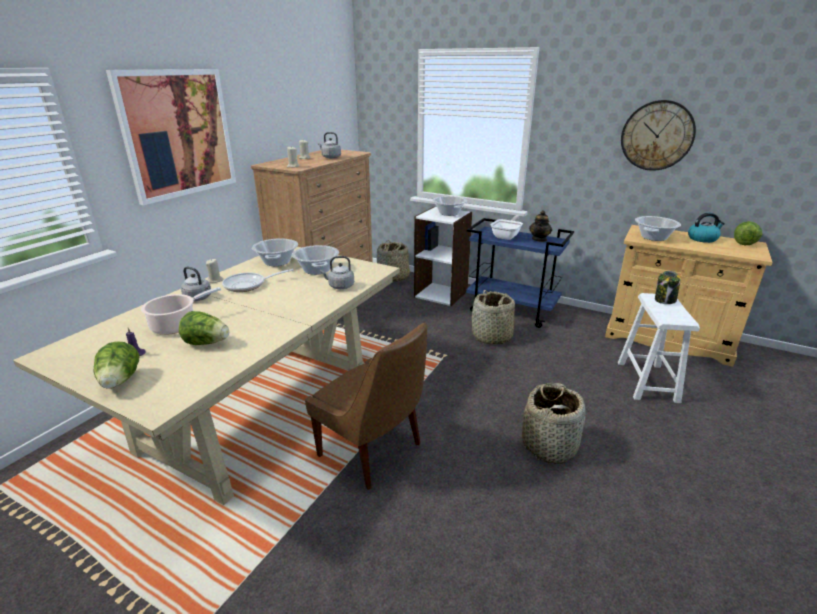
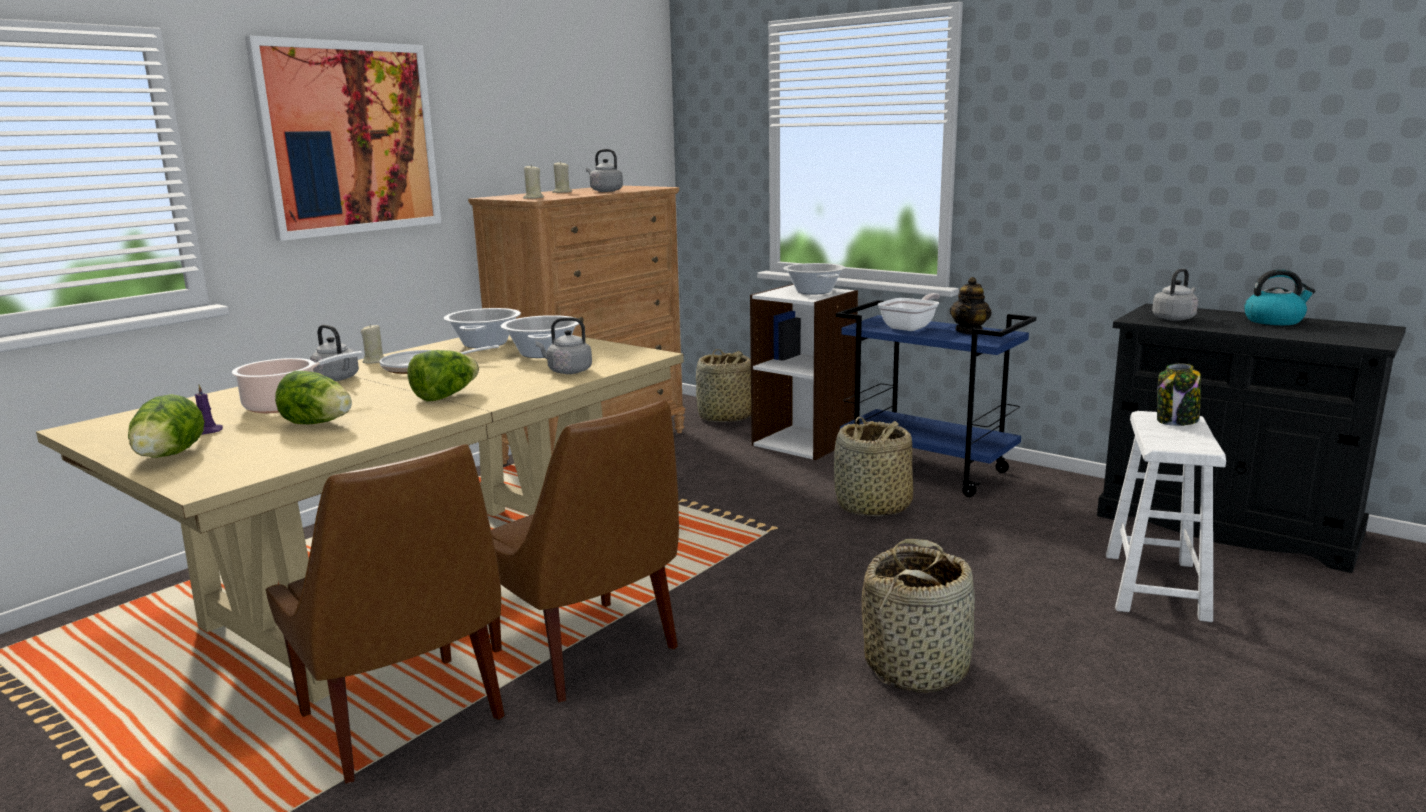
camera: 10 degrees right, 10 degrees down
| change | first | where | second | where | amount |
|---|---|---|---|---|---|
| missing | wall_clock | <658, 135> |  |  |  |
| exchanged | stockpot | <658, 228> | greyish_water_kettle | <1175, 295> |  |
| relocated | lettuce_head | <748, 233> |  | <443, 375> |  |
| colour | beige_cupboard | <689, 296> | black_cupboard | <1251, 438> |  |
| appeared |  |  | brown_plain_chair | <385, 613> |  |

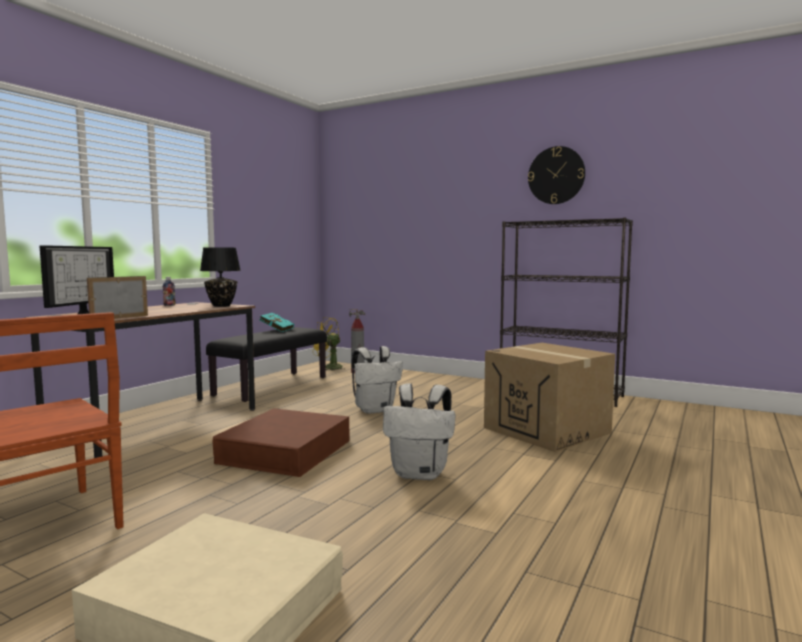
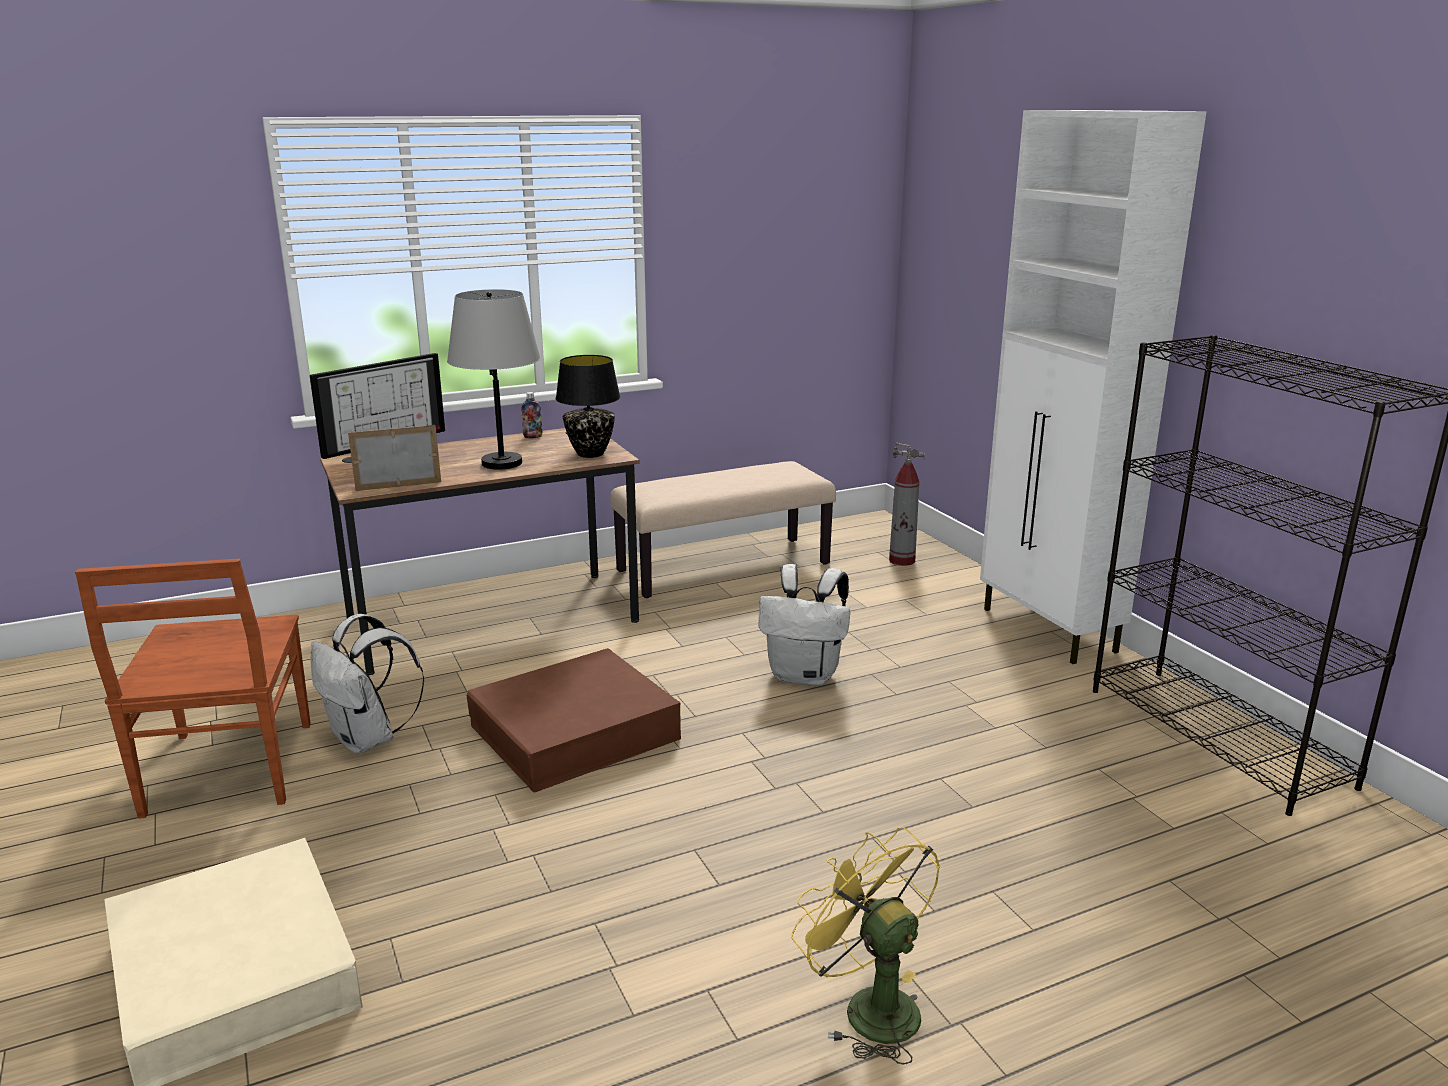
camera: 35 degrees right, 15 degrees up
| change | first | where | second | where | amount |
|---|---|---|---|---|---|
| missing | wall_clock | <556, 175> |  |  |  |
| missing | turquoise_bound_book | <277, 322> |  |  |  |
| relocated | yellow_cooling_fan | <328, 343> |  | <865, 945> |  |
| colour | black_indoor_bench | <266, 364> | beige_indoor_bench | <723, 529> |  |
| missing | cardboard_box | <549, 397> |  |  |  |
| relocated | white-coloured_knapsack | <419, 431> |  | <367, 684> |  |
| appeared |  |  | white-coloured_cupboard | <1093, 387> |  |
| appeared |  |  | greyish_table_lamp | <493, 379> |  |

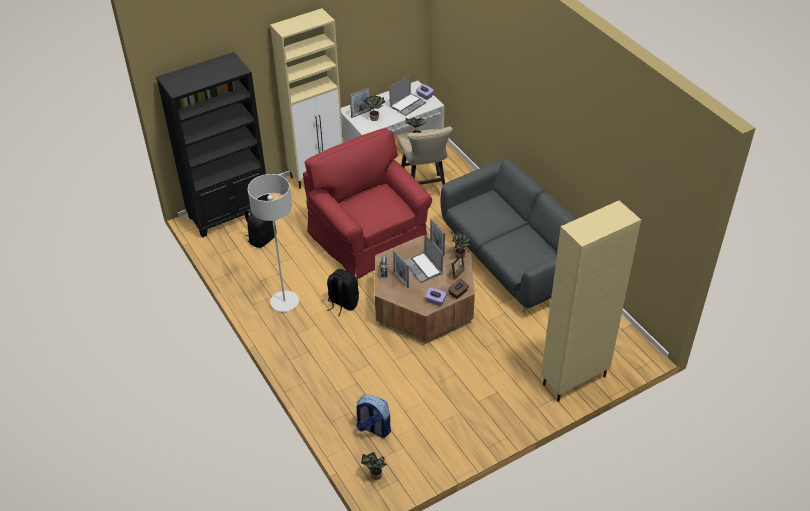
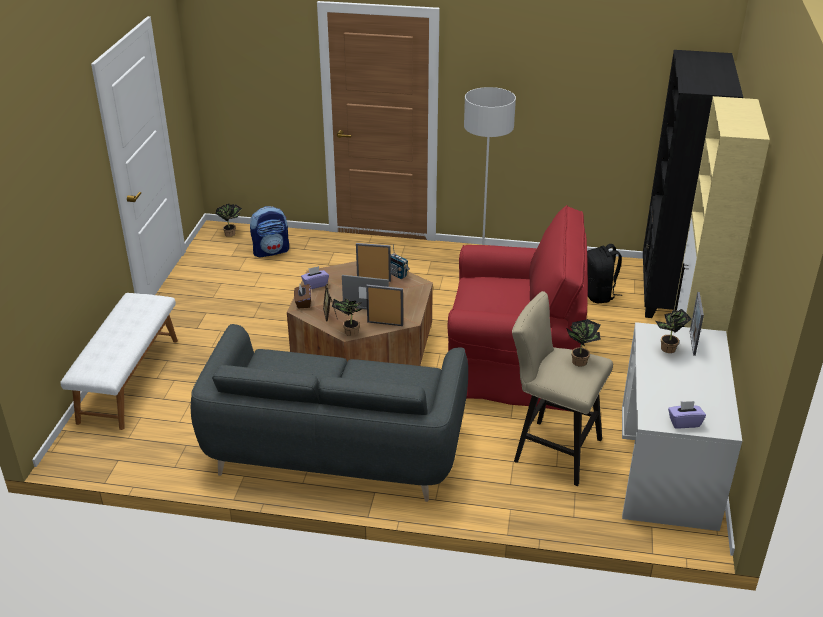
camera: 130 degrees right, 10 degrees down
| change | first | where | second | where | amount |
|---|---|---|---|---|---|
| missing | notebook_computer | <407, 95> |  |  |  |
| exchanged | beige_cupboard | <591, 301> | white-coloured_indoor_bench | <119, 361> |  |
| missing | black_knapsack | <343, 293> |  |  |  |

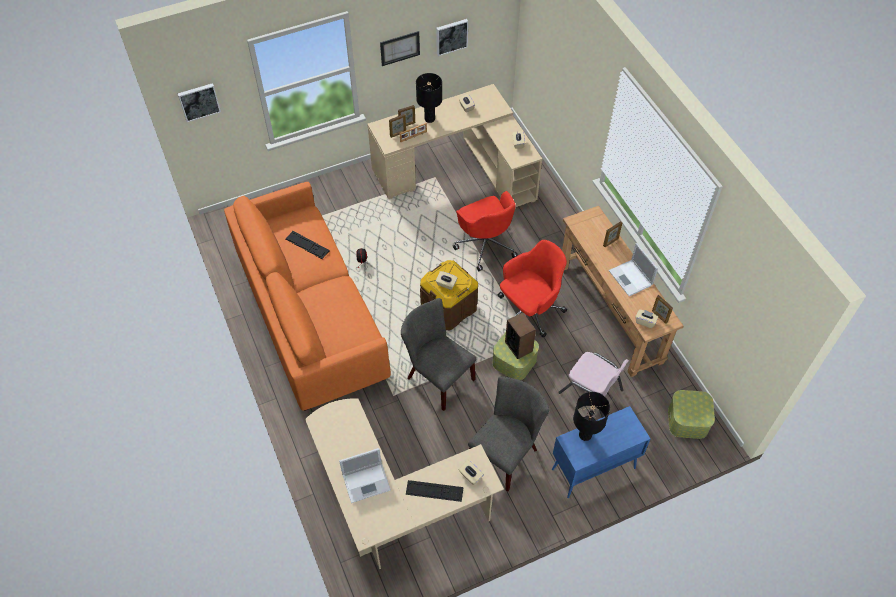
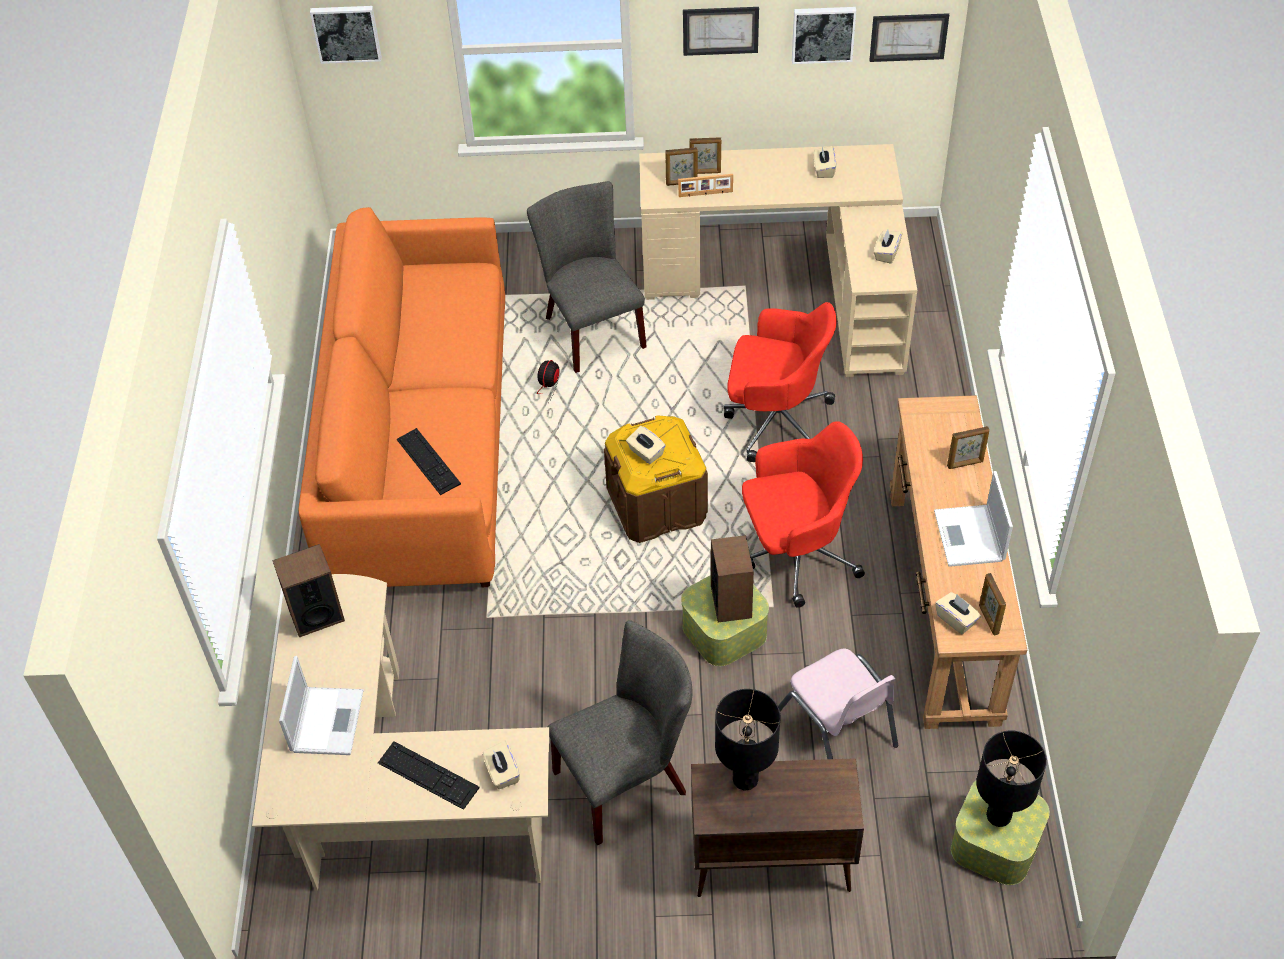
camera: 25 degrees right, 5 degrees down
| change | first | where | second | where | amount |
|---|---|---|---|---|---|
| relocated | black_table_lamp | <429, 98> |  | <1011, 779> |  |
| spun | red-coloured_office_chair | <485, 231> |  | <780, 382> | 75 degrees counterclockwise |
| relocated | PC_keyboard | <308, 245> |  | <428, 461> |  |
| relocated | greyish_plain_chair | <438, 354> |  | <587, 277> |  |
| colour | bluish_cupboard | <601, 452> | brown_cupboard | <777, 827> |  |
| spun | notebook_computer | <365, 475> |  | <321, 705> | 90 degrees counterclockwise |
| appeared |  |  | picture | <909, 37> |  |
| appeared |  |  | speaker | <308, 590> |  |

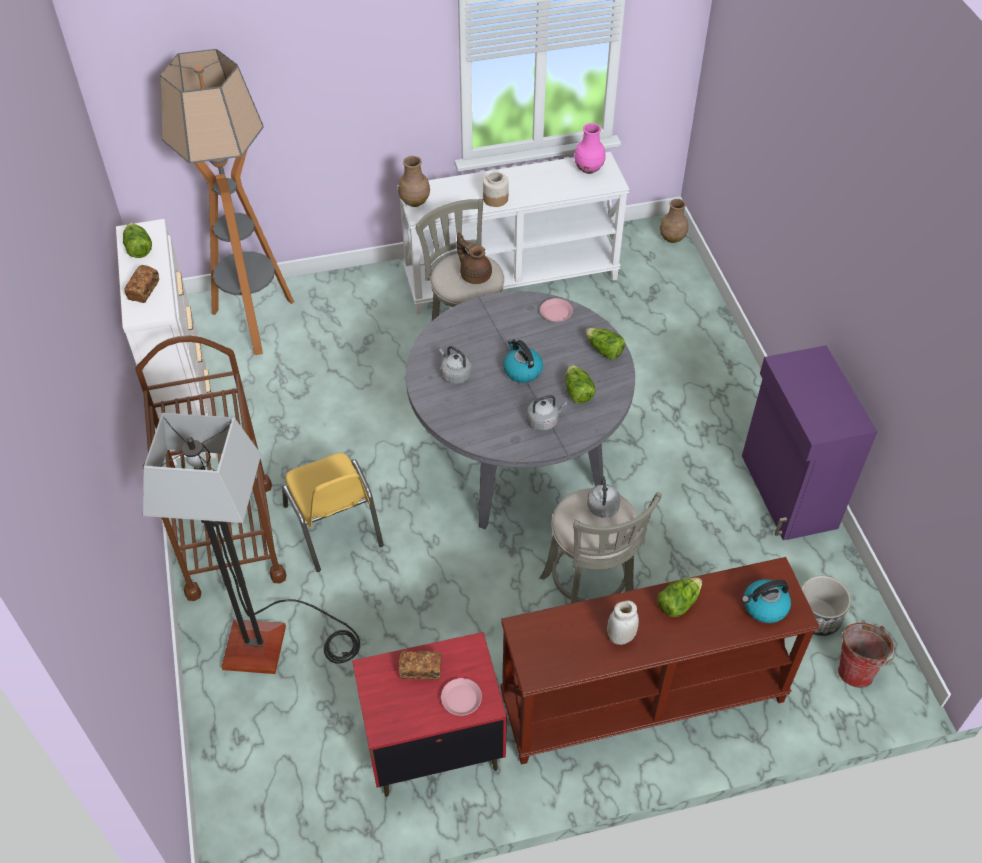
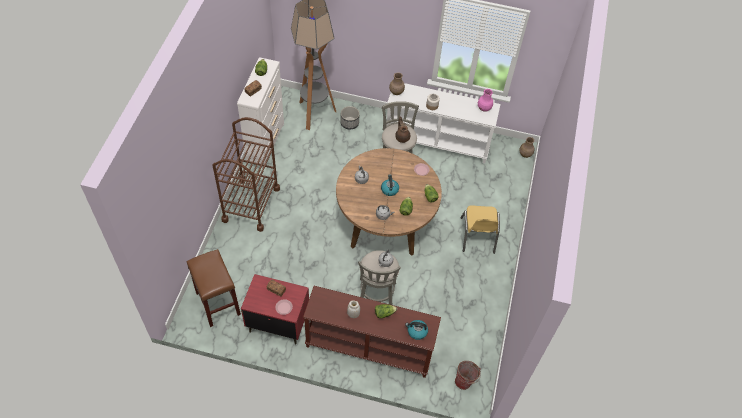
camera: 25 degrees right, 5 degrees up
| change | first | where | second | where | amount |
|---|---|---|---|---|---|
| colour | greyish_dinner_table | <520, 410> | brown_dinner_table | <389, 202> |  |
| missing | purplish_cupboard | <809, 442> |  |  |  |
| missing | standard_lamp | <251, 543> |  |  |  |
| relocated | yellow_plain_chair | <333, 512> |  | <480, 229> |  |
| relocated | planter | <826, 606> |  | <350, 118> |  |
| appeared |  |  | brown_stool | <214, 288> |  |

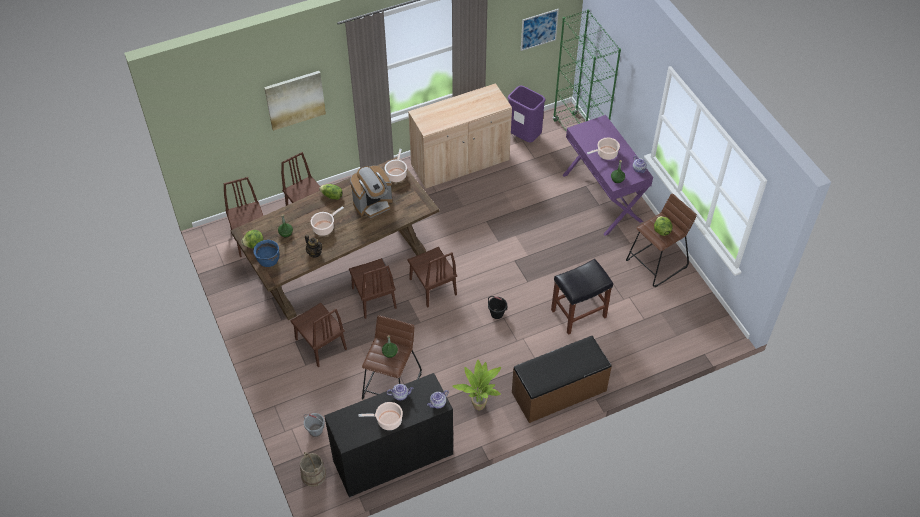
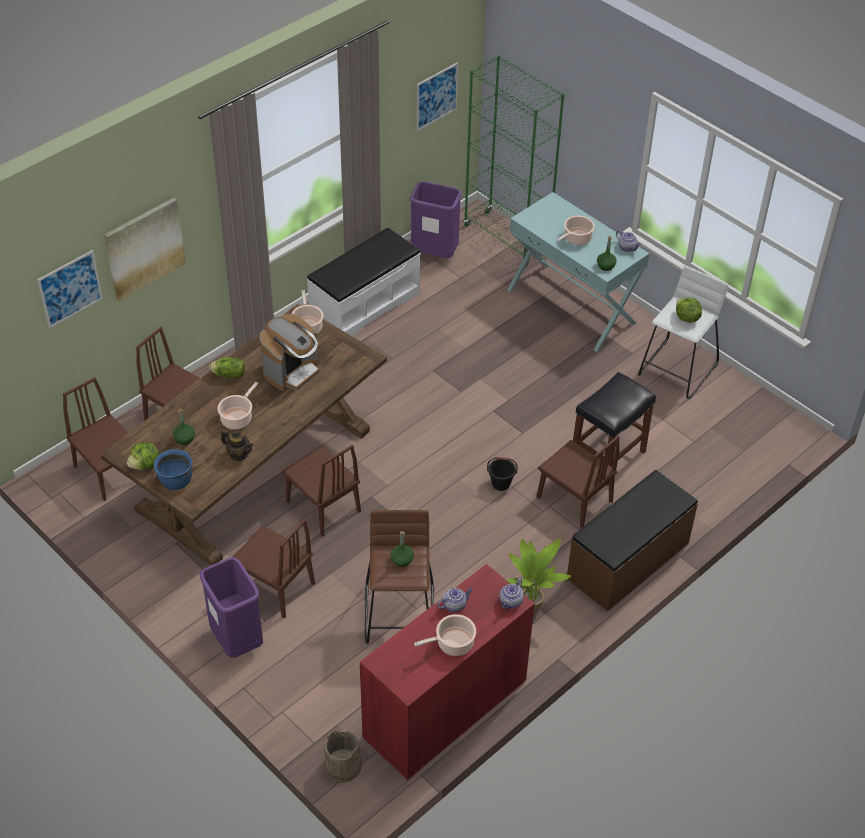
camera: 20 degrees left, 5 degrees down
| change | first | where | second | where | amount |
|---|---|---|---|---|---|
| exchanged | beige_cupboard | <460, 136> | white-coloured_indoor_bench | <364, 282> |  |
| colour | purplish_hall_table | <608, 175> | turquoise_hall_table | <578, 272> |  |
| colour | brown_stool | <661, 240> | white-coloured_stool | <683, 332> |  |
| relocated | brown_plain_chair | <432, 277> |  | <578, 482> |  |
| colour | black_cupboard | <388, 435> | red-coloured_cupboard | <447, 672> |  |
| missing | greyish_pail | <314, 425> |  |  |  |
| appeared |  |  | picture | <70, 289> |  |
| appeared |  |  | purplish_trash_can | <231, 607> |  |

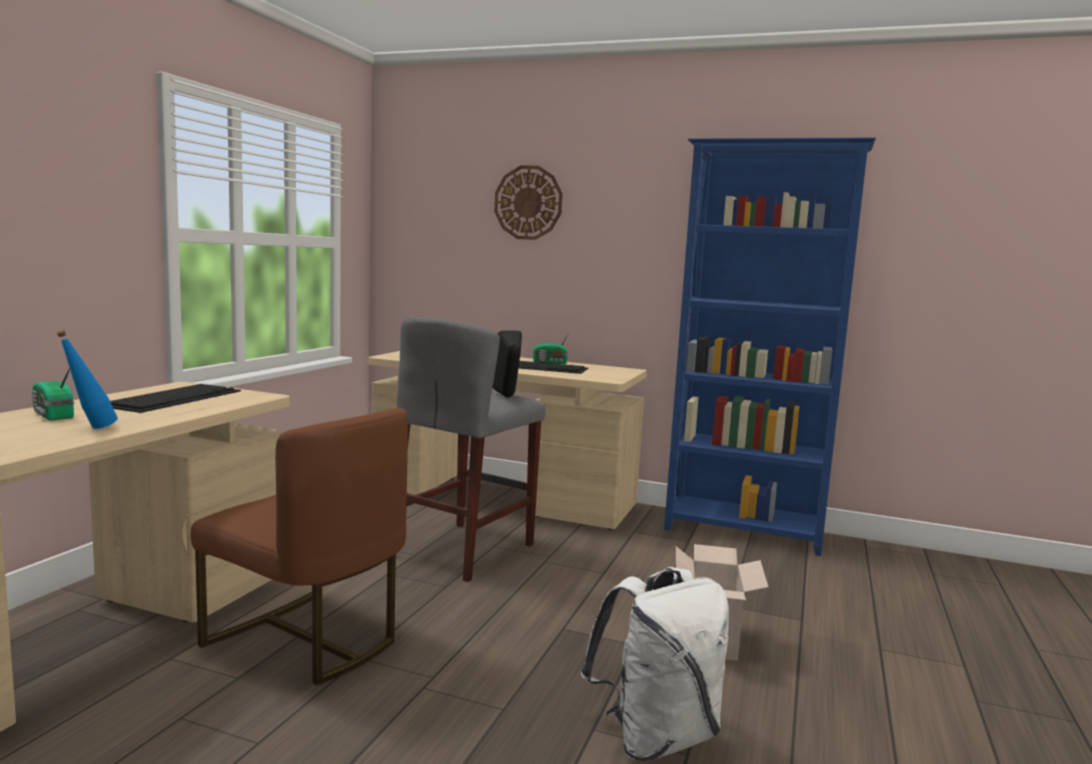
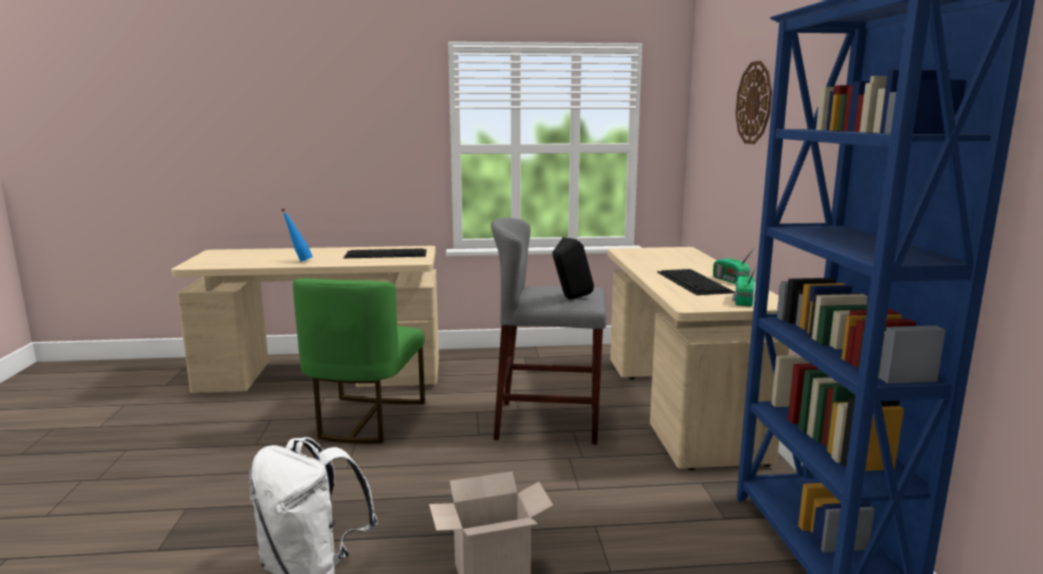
camera: 65 degrees right, 5 degrees up
| change | first | where | second | where | amount |
|---|---|---|---|---|---|
| relocated | radio_set | <53, 394> |  | <744, 287> |  |
| colour | brown_plain_chair | <299, 546> | green-coloured_plain_chair | <359, 361> |  |

